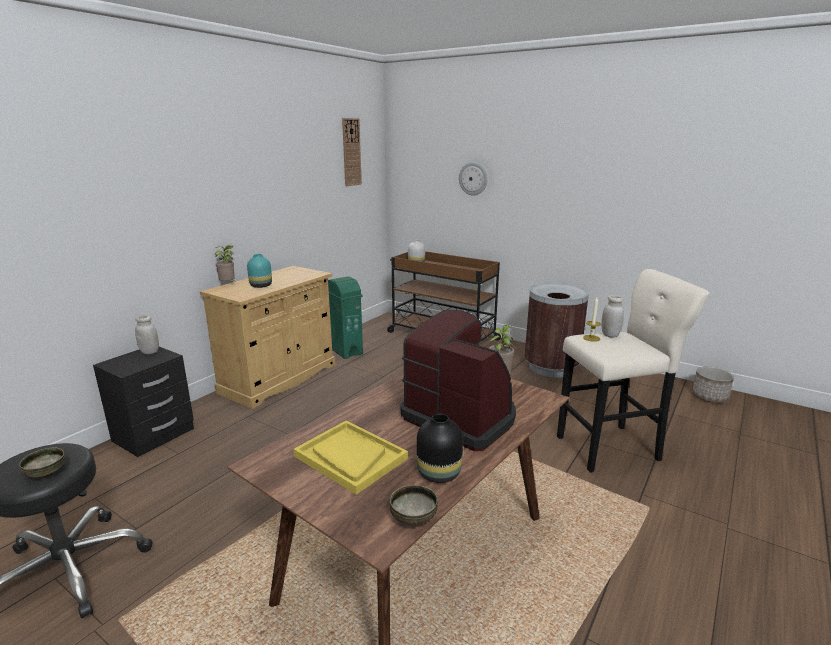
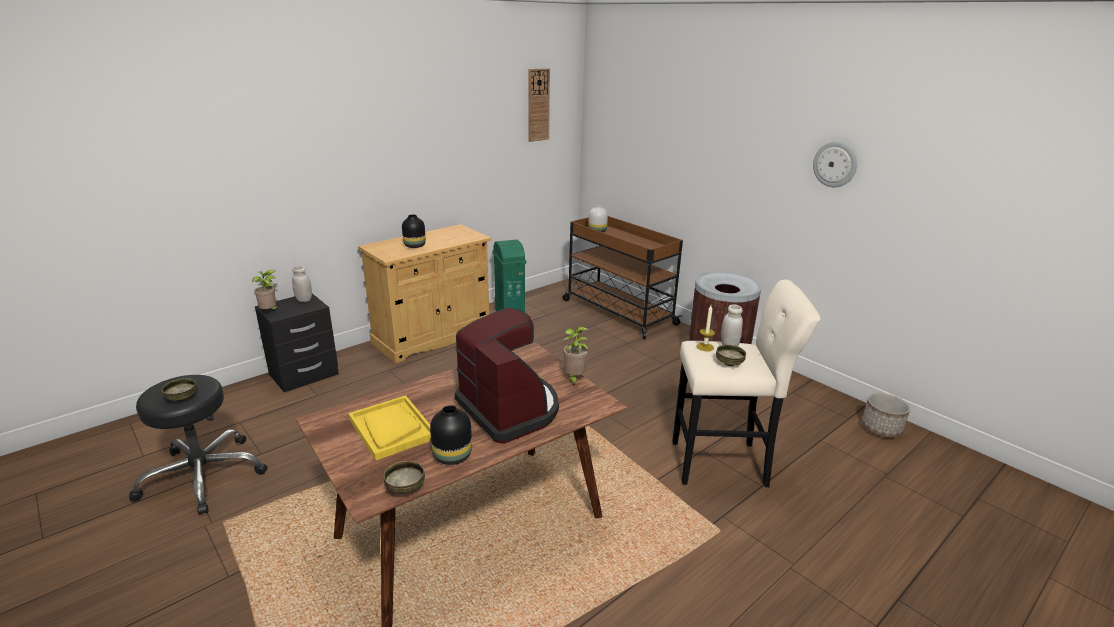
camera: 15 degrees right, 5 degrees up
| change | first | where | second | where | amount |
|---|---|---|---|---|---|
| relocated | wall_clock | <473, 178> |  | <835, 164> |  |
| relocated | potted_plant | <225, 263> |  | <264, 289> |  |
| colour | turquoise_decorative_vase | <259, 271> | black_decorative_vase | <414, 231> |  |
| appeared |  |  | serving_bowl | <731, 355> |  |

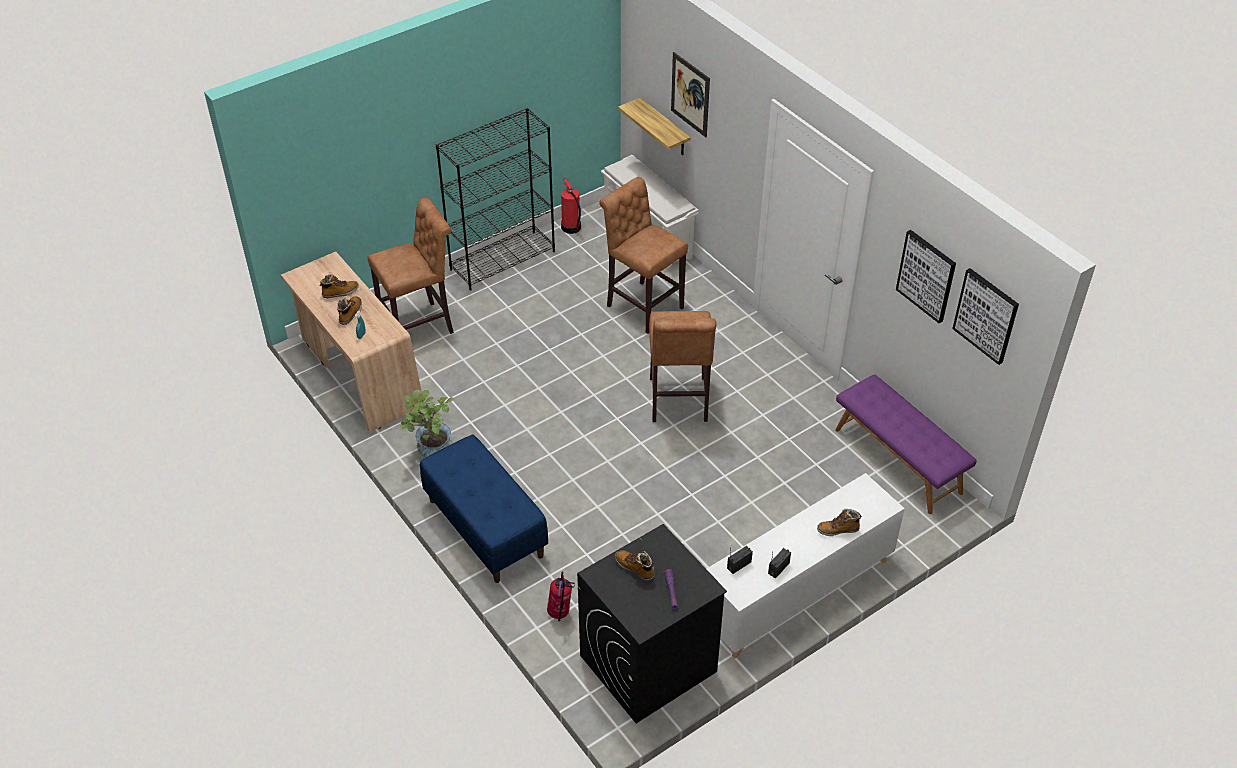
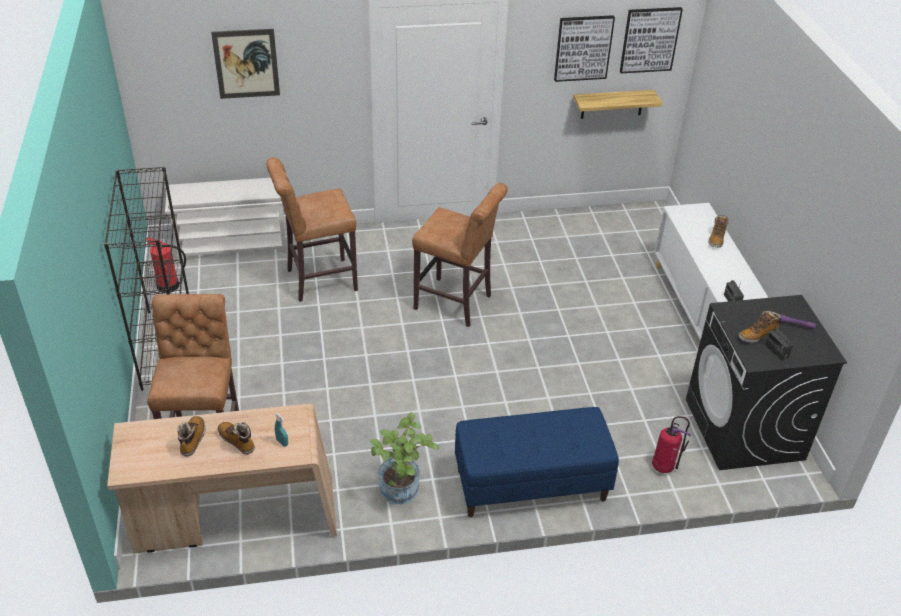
camera: 65 degrees left, 5 degrees down
| change | first | where | second | where | amount |
|---|---|---|---|---|---|
| relocated | shelf | <654, 126> |  | <618, 104> |  |
| missing | purplish_indoor_bench | <906, 444> |  |  |  |
| relocated | radio_set | <779, 563> |  | <779, 344> |  |

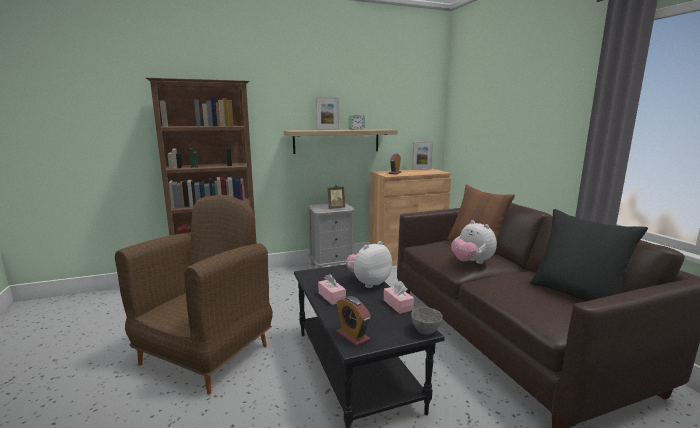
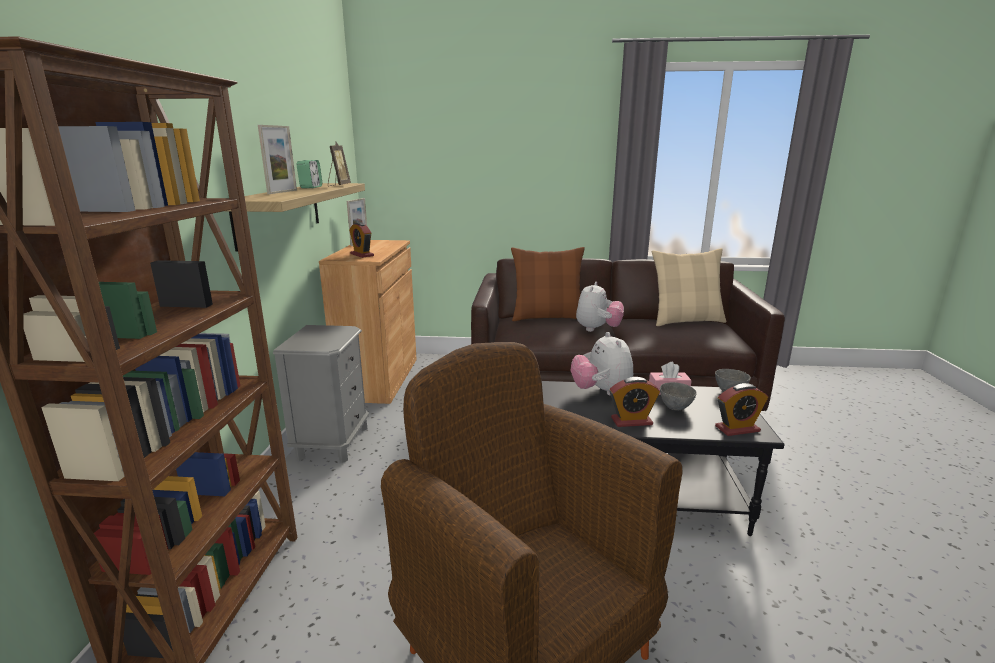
camera: 65 degrees left, 5 degrees up
| change | first | where | second | where | amount |
|---|---|---|---|---|---|
| relocated | photo_frame | <336, 197> |  | <339, 164> |  |
| colour | black_pillow | <589, 255> | beige_pillow | <689, 287> |  |
| spun | cuddly_toy | <474, 242> |  | <600, 307> | 60 degrees counterclockwise |
| exchanged | pink_box_of_tissues | <332, 289> | table_clock | <634, 402> |  |
| appeared |  |  | greyish_serving_bowl | <678, 396> |  |

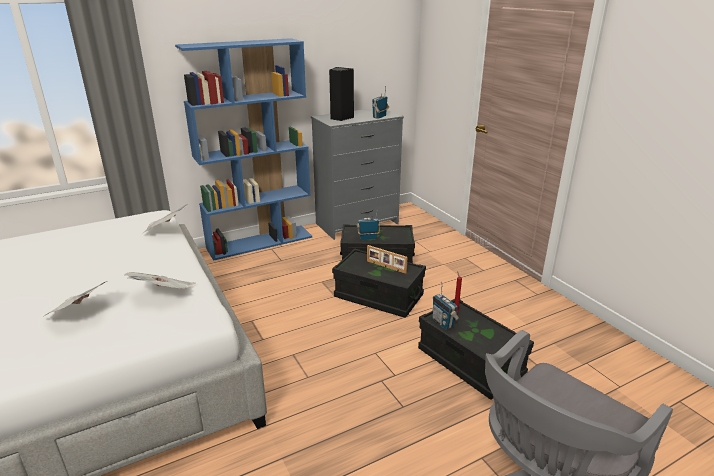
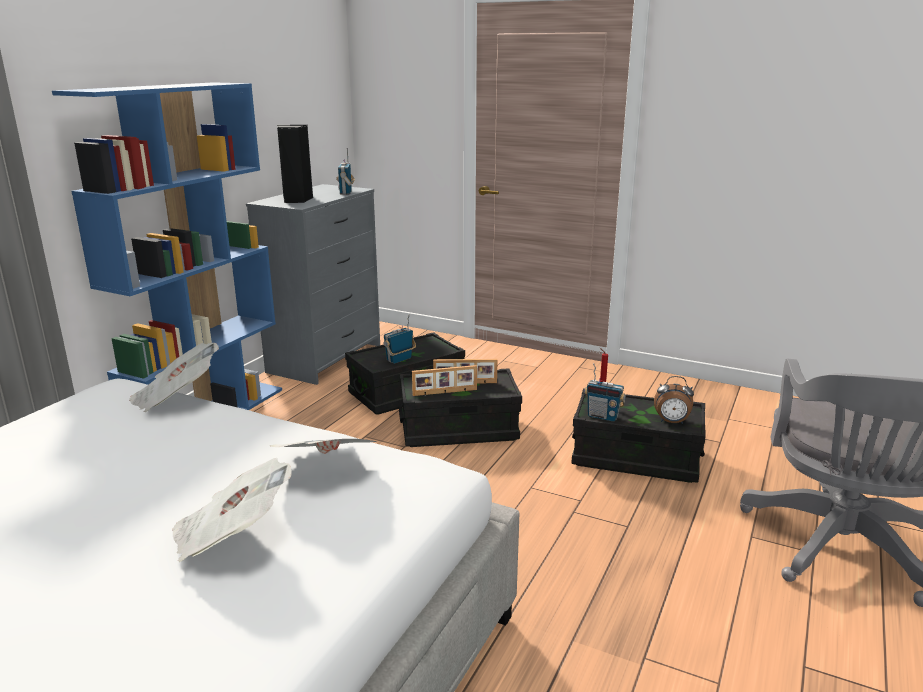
camera: 35 degrees left, 5 degrees down
| change | first | where | second | where | amount |
|---|---|---|---|---|---|
| appeared |  |  | photo_frame | <444, 380> |  |
| appeared |  |  | table_clock | <674, 400> |  |

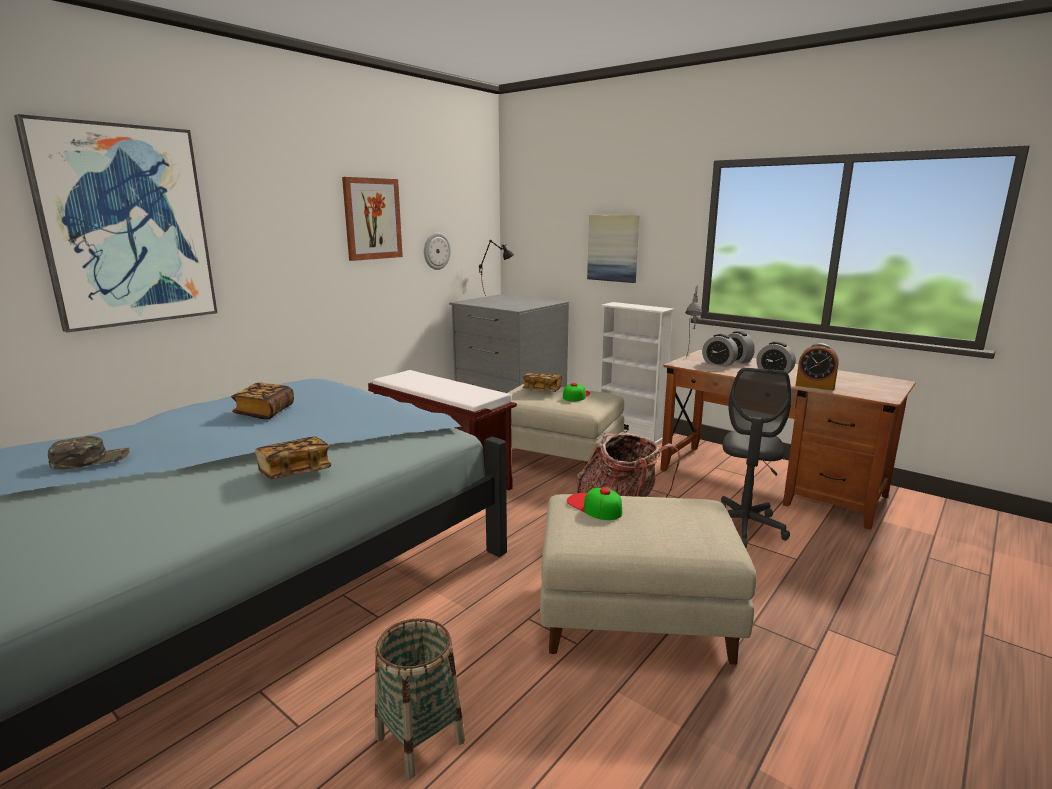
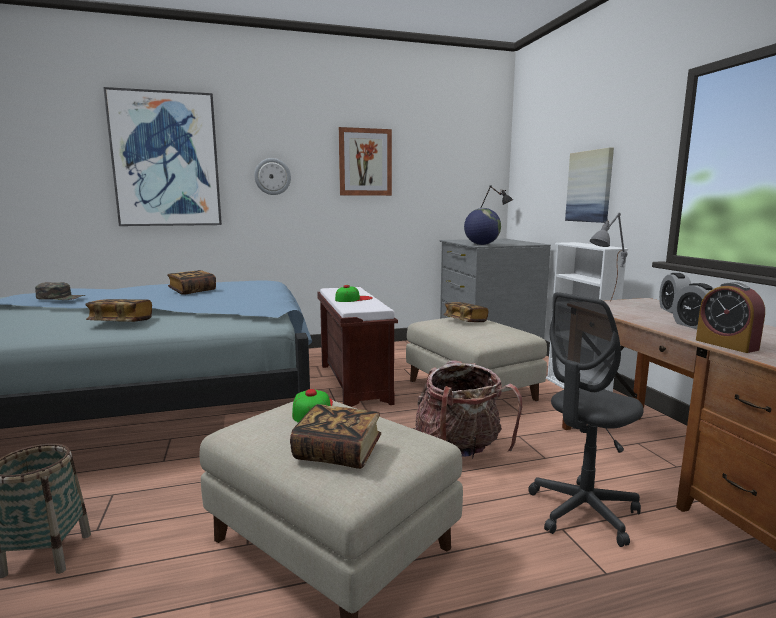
camera: 35 degrees right, 5 degrees down
| change | first | where | second | where | amount |
|---|---|---|---|---|---|
| relocated | wall_clock | <437, 251> |  | <272, 176> |  |
| missing | table_clock | <720, 350> |  |  |  |
| relocated | peaked_cap | <576, 392> |  | <354, 293> |  |
| appeared |  |  | globe | <482, 226> |  |
| appeared |  |  | bound_book | <335, 436> |  |

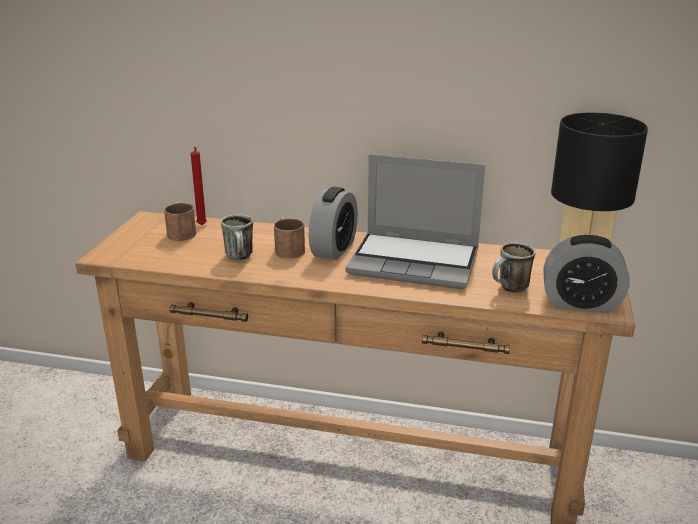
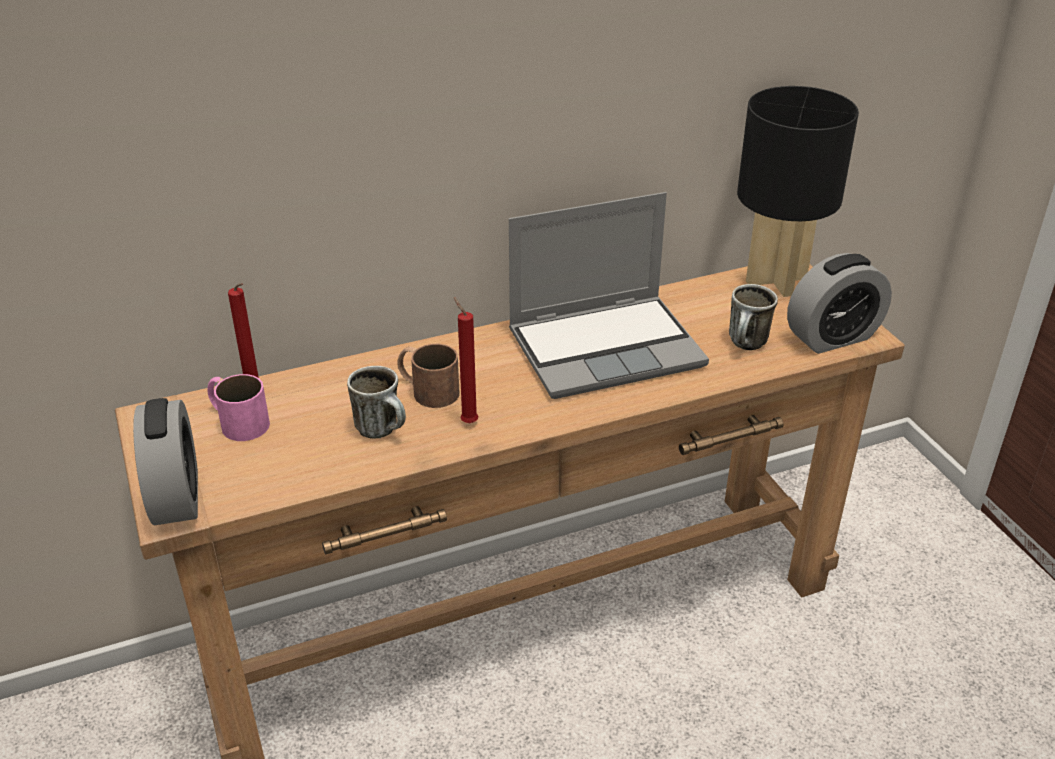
camera: 35 degrees left, 10 degrees up
| change | first | where | second | where | amount |
|---|---|---|---|---|---|
| relocated | table_clock | <333, 223> |  | <165, 461> |  |
| colour | brown_tea_mug | <180, 221> | pink_tea_mug | <238, 407> |  |
| appeared |  |  | red-coloured_candle | <465, 360> |  |

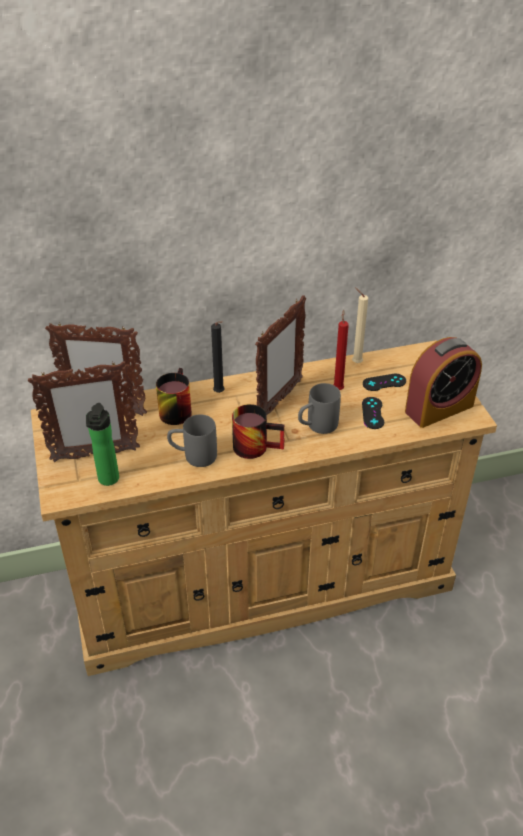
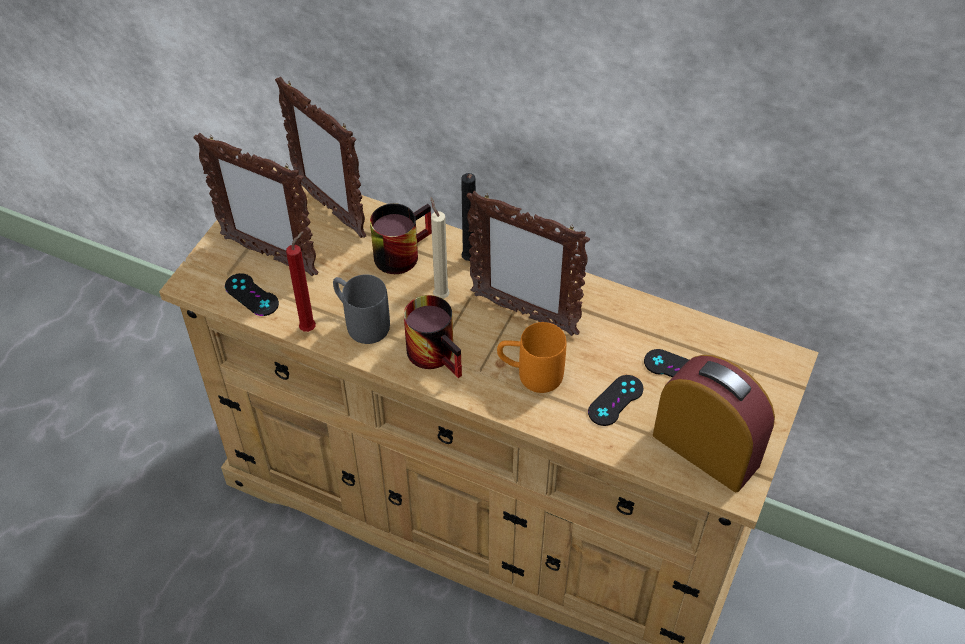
camera: 40 degrees right, 10 degrees up
| change | first | where | second | where | amount |
|---|---|---|---|---|---|
| relocated | beige_candle | <360, 325> |  | <440, 248> |  |
| spun | photo_frame | <280, 354> |  | <528, 263> | 45 degrees clockwise |
| relocated | red-coloured_candle | <341, 350> |  | <301, 281> |  |
| spun | table_clock | <443, 382> |  | <714, 423> | 150 degrees counterclockwise |
| colour | greyish_tea_mug | <319, 408> | orange-coloured_tea_mug | <531, 357> |  |
| exchanged | drink_bottle | <102, 444> | black_game_controller | <252, 294> |  |

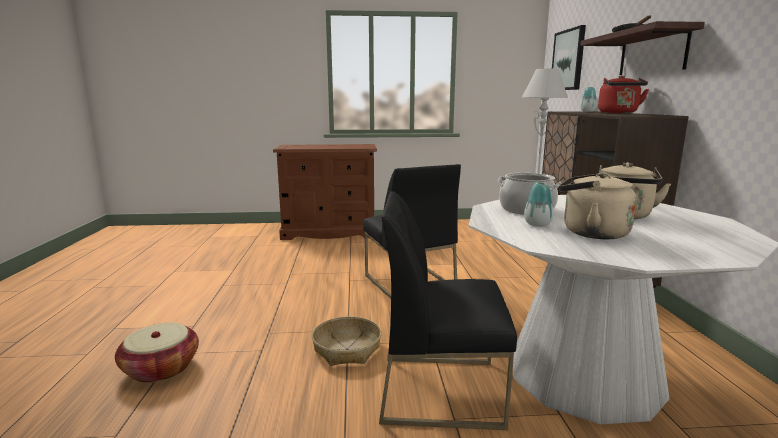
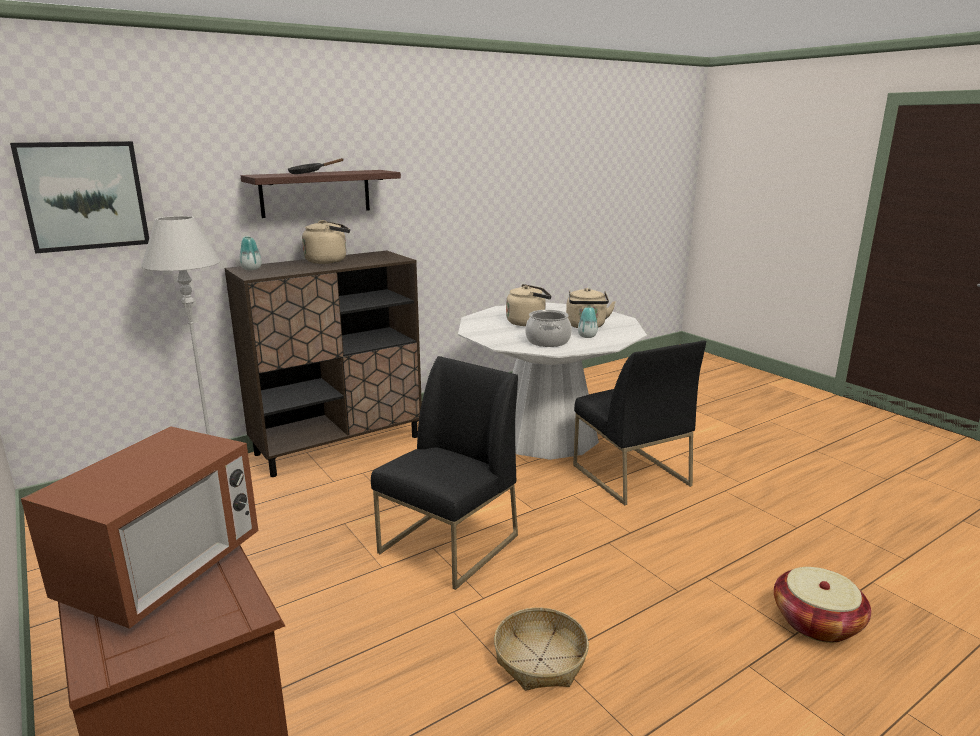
camera: 120 degrees left, 5 degrees up
| change | first | where | second | where | amount |
|---|---|---|---|---|---|
| colour | red-coloured_water_kettle | <623, 94> | beige_water_kettle | <326, 242> |  |
| relocated | household_basket | <346, 341> |  | <541, 649> |  |
| appeared |  |  | microwave_oven | <139, 527> |  |

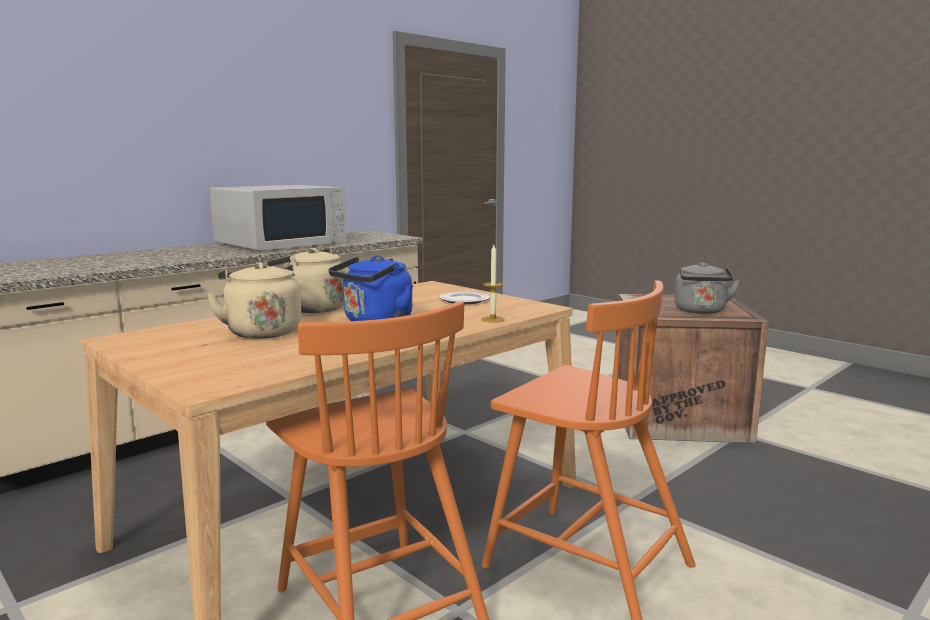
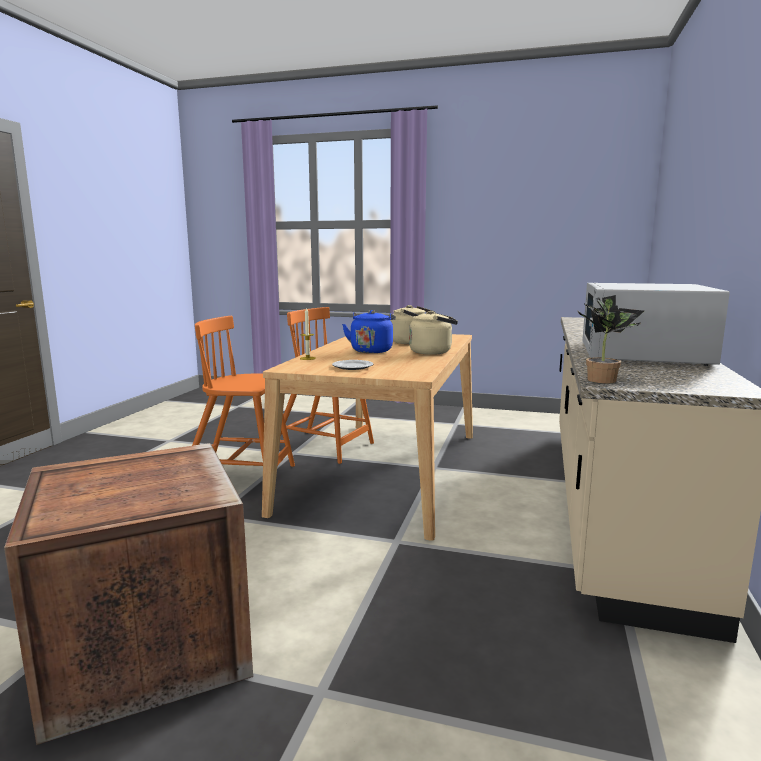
camera: 150 degrees right, 0 degrees up
| change | first | where | second | where | amount |
|---|---|---|---|---|---|
| missing | greyish_water_kettle | <707, 288> |  |  |  |
| appeared |  |  | potted_plant | <610, 339> |  |

